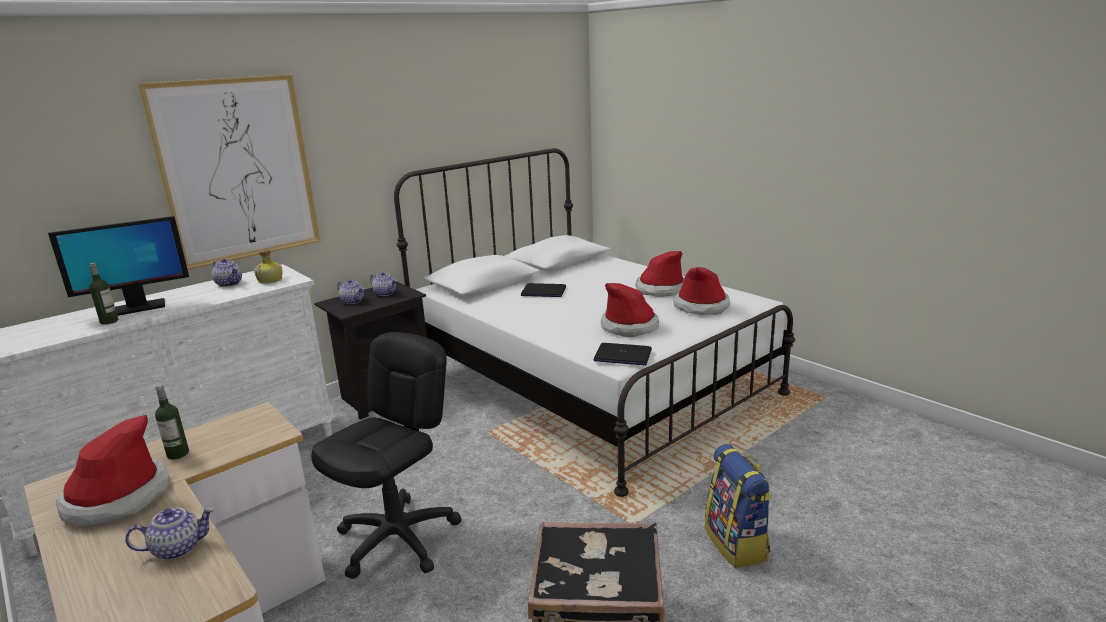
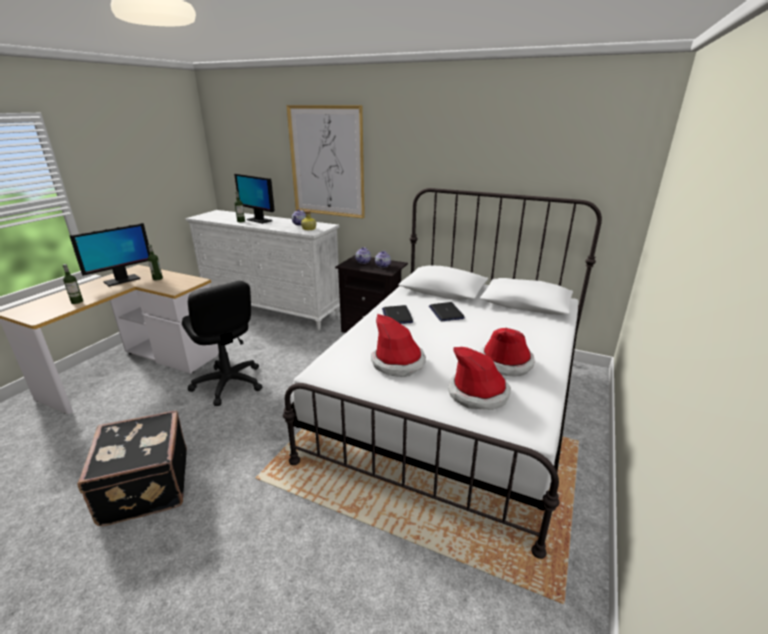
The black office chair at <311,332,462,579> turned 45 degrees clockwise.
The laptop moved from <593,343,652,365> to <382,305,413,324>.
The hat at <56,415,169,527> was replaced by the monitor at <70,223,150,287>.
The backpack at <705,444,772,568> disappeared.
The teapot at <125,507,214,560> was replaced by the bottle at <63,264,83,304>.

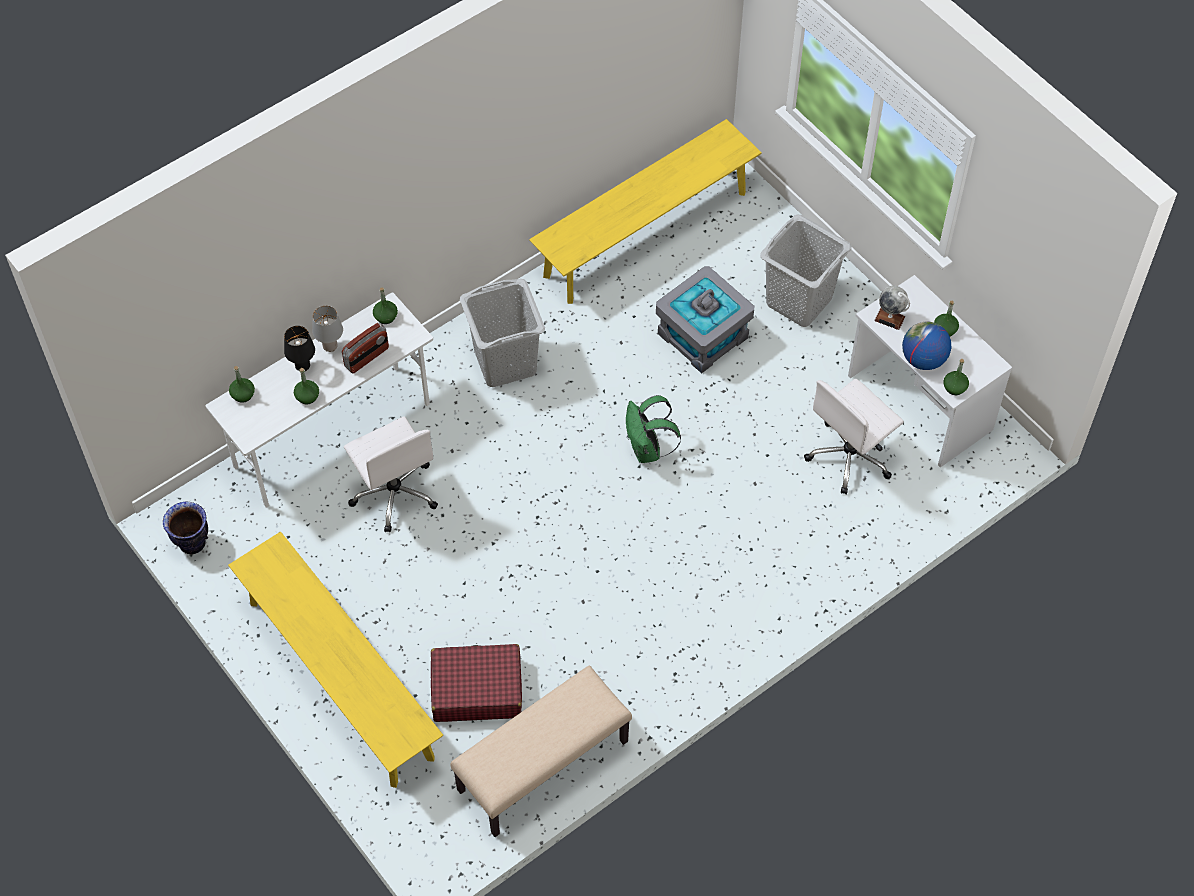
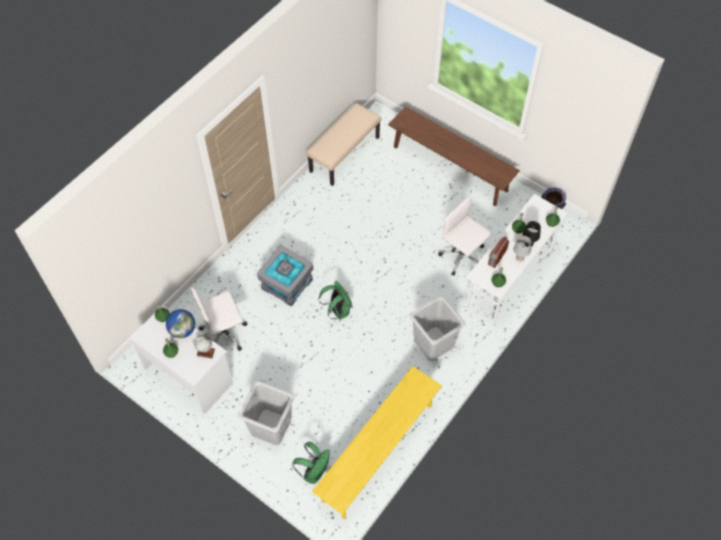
The grey storage box moved from <656,266,754,373> to <257,246,313,307>.
The white office chair at <804,379,904,494> turned 150 degrees counterclockwise.
The yellow bench at <228,532,443,788> became the brown bench at <388,106,520,206>.
The red suitcase at <431,644,522,722> disappeared.
The green backpack at <292,442,330,484> appeared.

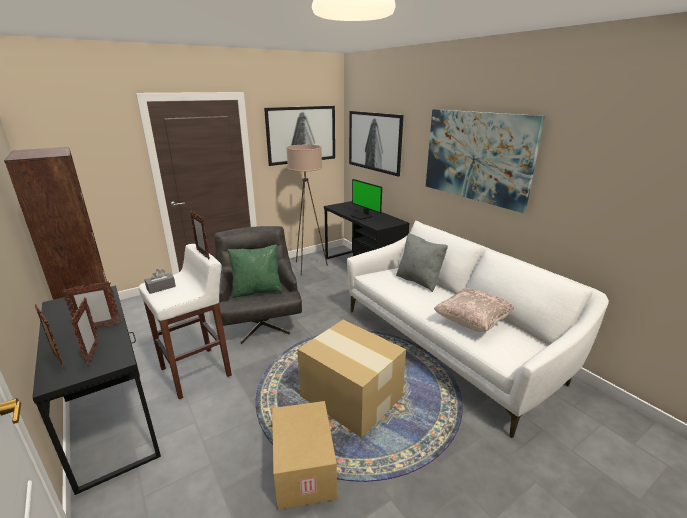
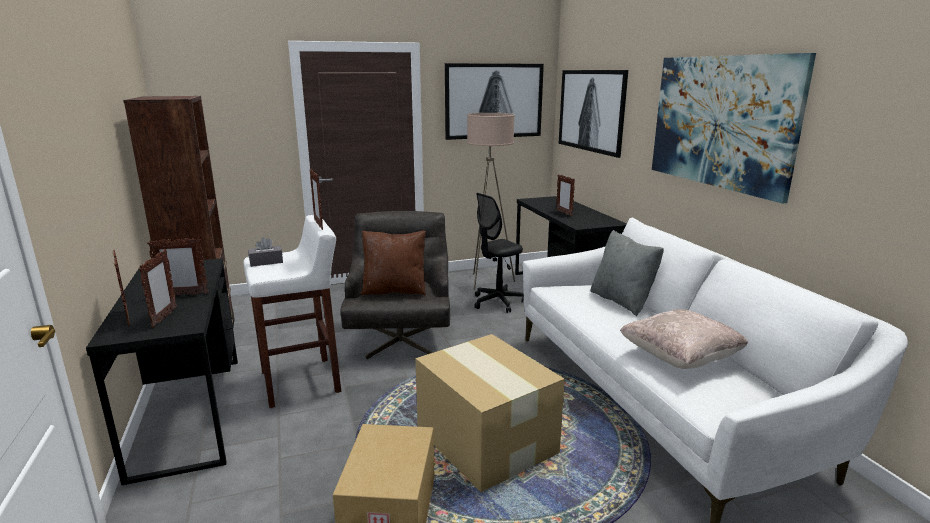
The monitor at <350,179,382,220> was replaced by the picture frame at <556,174,575,216>.
The green pillow at <228,245,282,298> became the brown pillow at <361,230,426,296>.
The black office chair at <474,193,524,313> appeared.

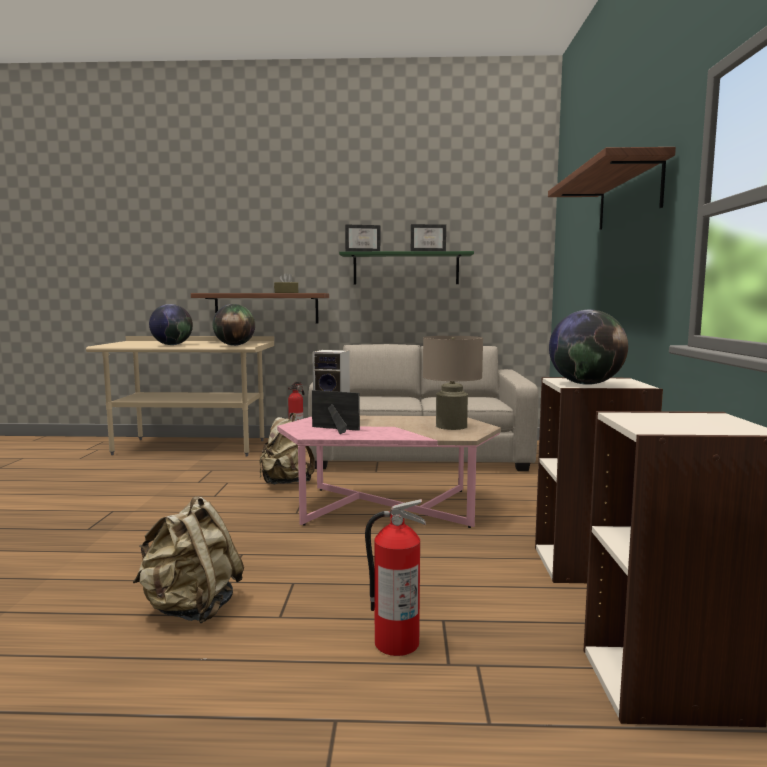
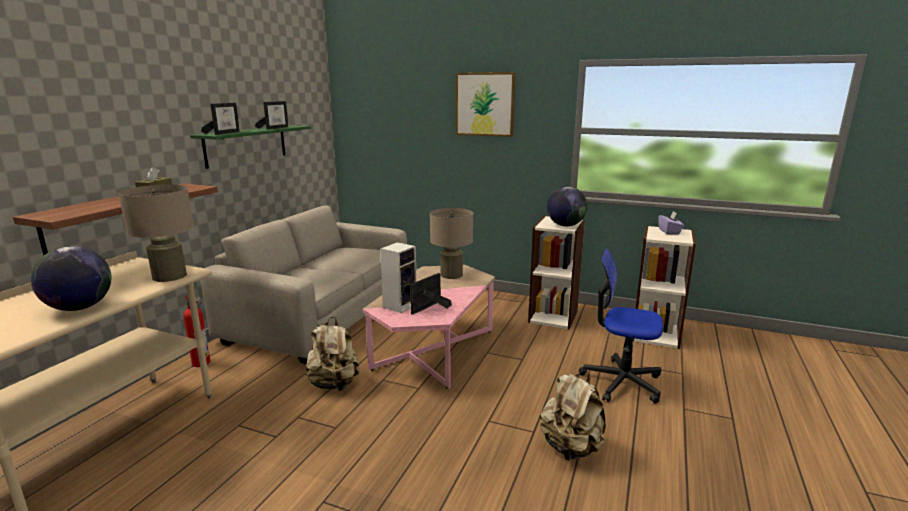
The shelf at <548,147,676,230> was replaced by the picture at <456,72,516,137>.
The globe at <213,304,255,346> was replaced by the beige table lamp at <118,185,194,282>.
The fire extinguisher at <365,499,426,656> was replaced by the office chair at <579,249,663,404>.
The purple tissue box at <658,211,684,234> appeared.

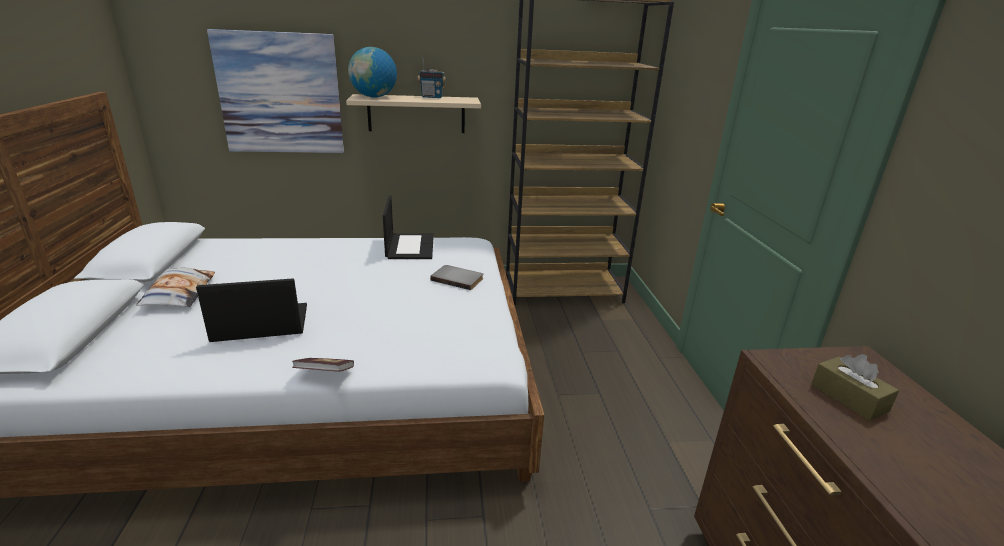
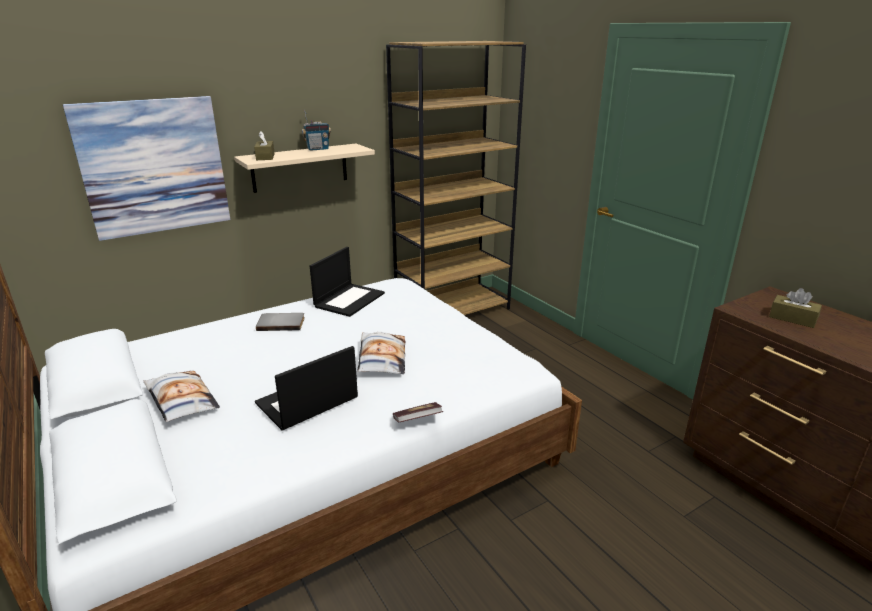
The globe at <348,47,397,97> was replaced by the brown tissue box at <254,131,275,160>.
The laptop at <383,195,434,259> turned 60 degrees clockwise.
The grey book moved from <430,265,483,290> to <256,313,305,331>.
The pillow at <357,332,406,374> appeared.

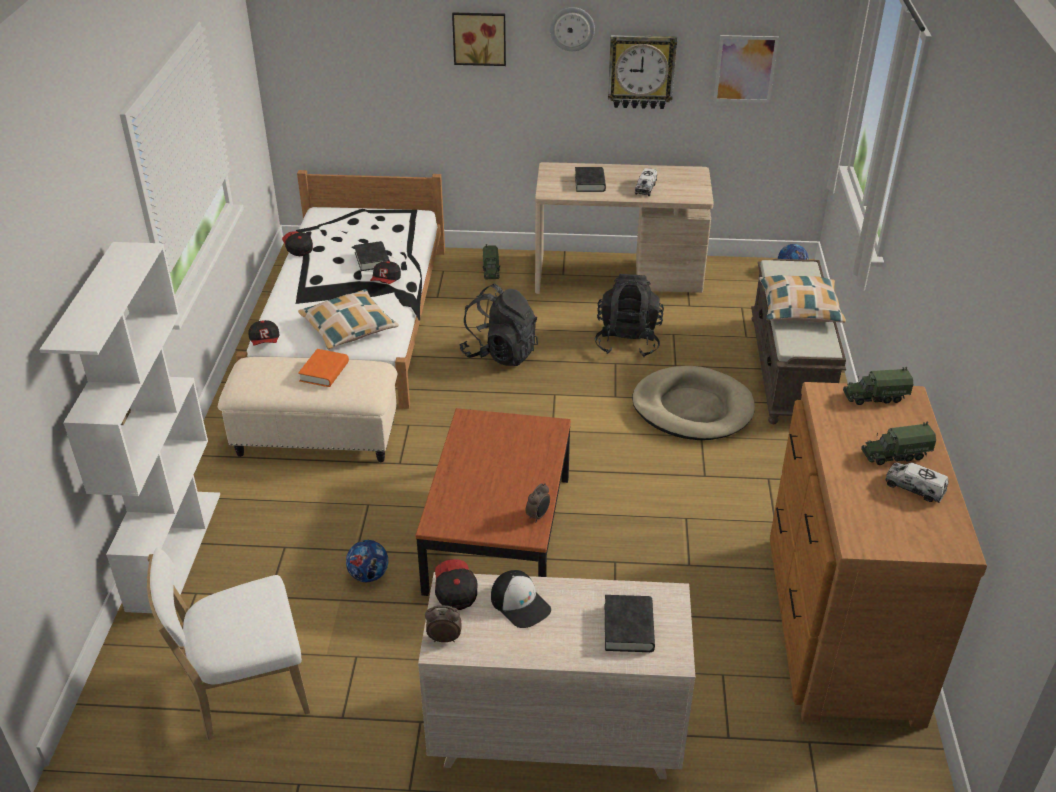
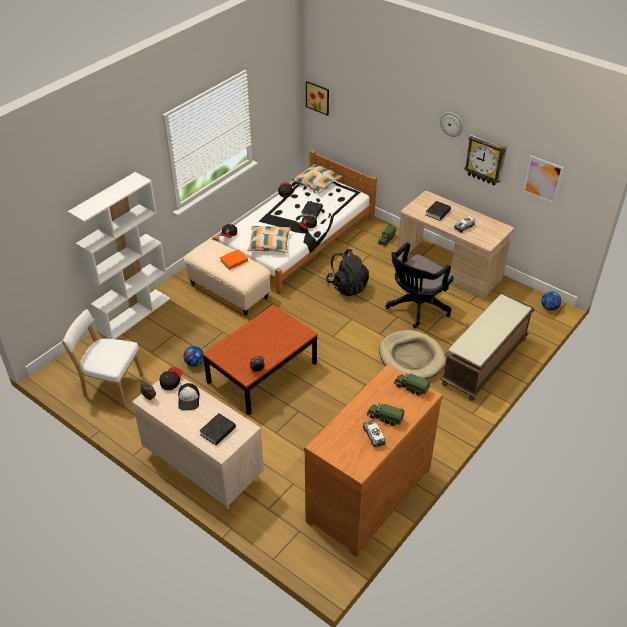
The picture moved from <452,13,506,66> to <306,81,329,116>.
The black backpack at <594,274,664,357> was replaced by the black office chair at <385,243,454,328>.
The pillow moved from <759,275,846,323> to <291,164,343,193>.

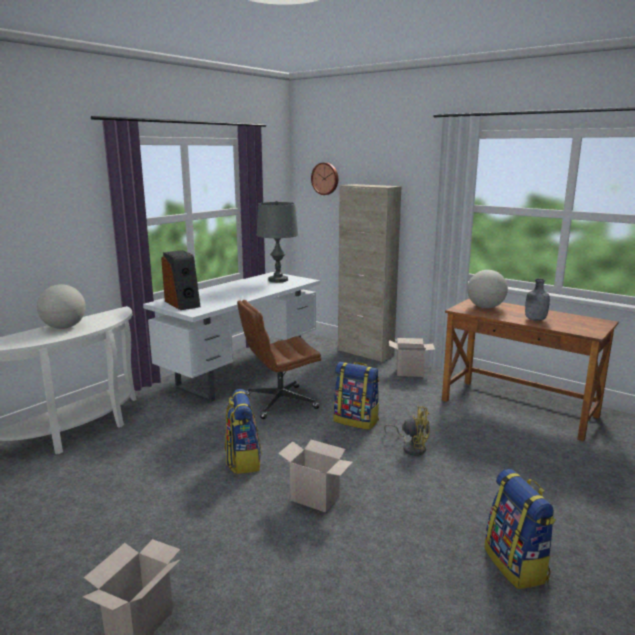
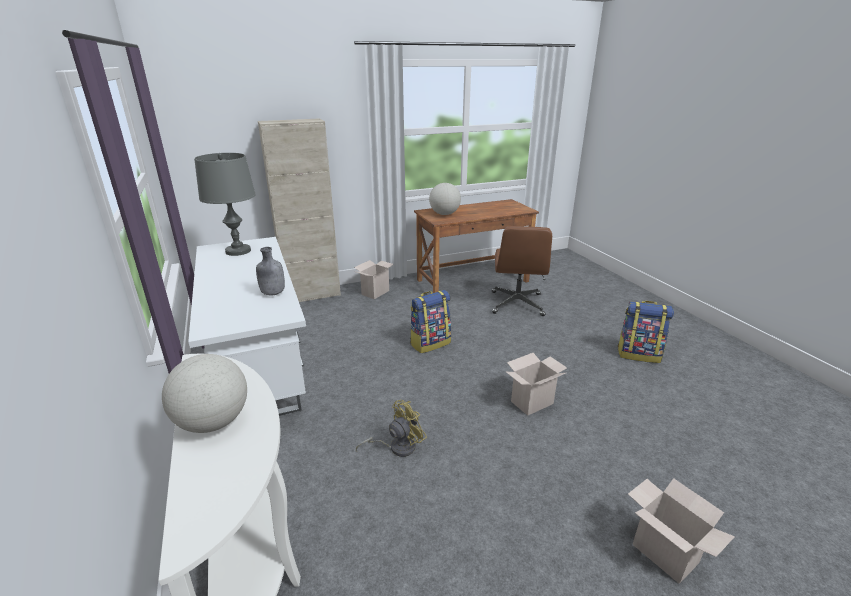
The wall clock at <311,163,338,195> disappeared.
The speaker at <161,250,201,310> disappeared.
The grey bottle moved from <525,279,550,321> to <256,247,285,295>.
The brown office chair moved from <237,300,321,419> to <492,226,552,316>.
The backpack at <225,389,262,474> disappeared.
The yellow fan moved from <384,406,430,456> to <356,400,427,457>.

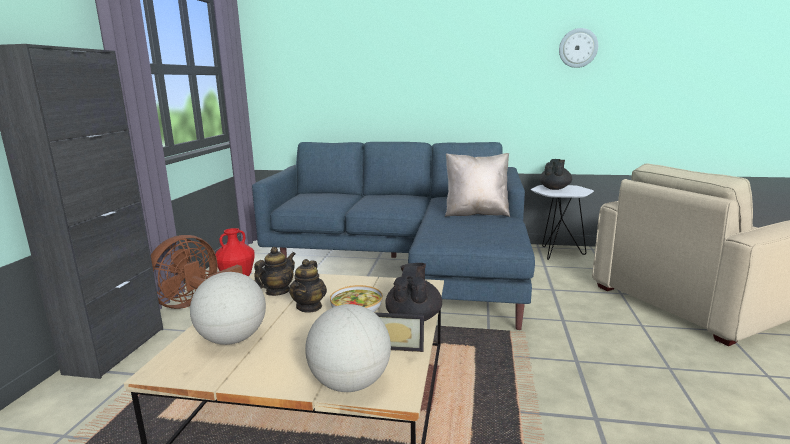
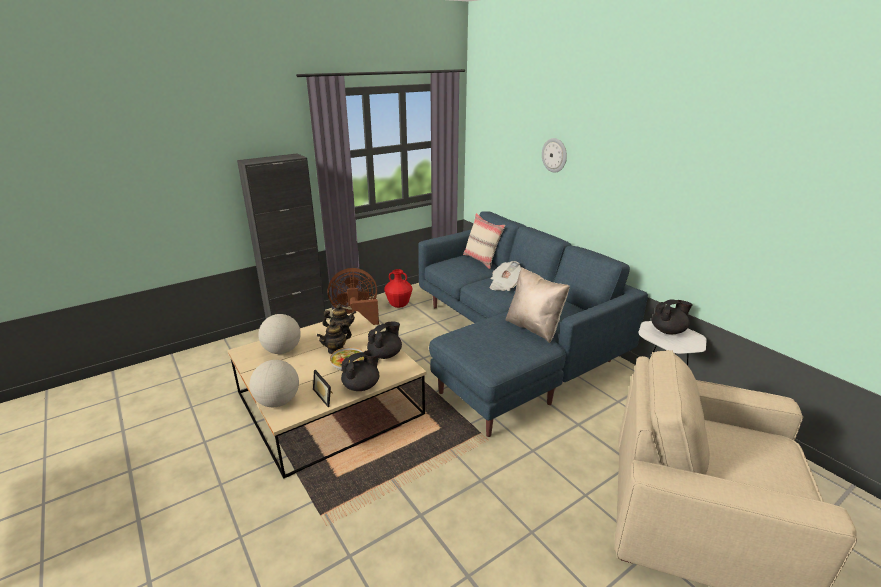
The wall clock moved from <559,28,598,68> to <542,138,567,173>.
The beige pillow at <463,213,505,269> appeared.
The newspaper at <490,261,521,291> appeared.
The black teapot at <367,322,402,359> appeared.

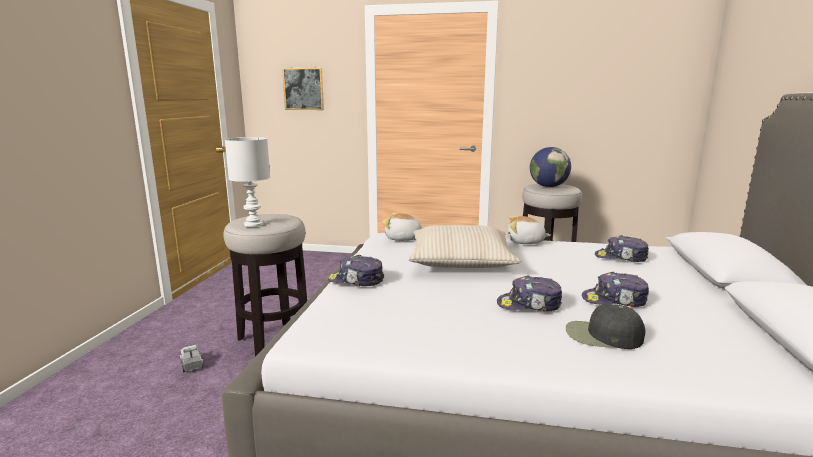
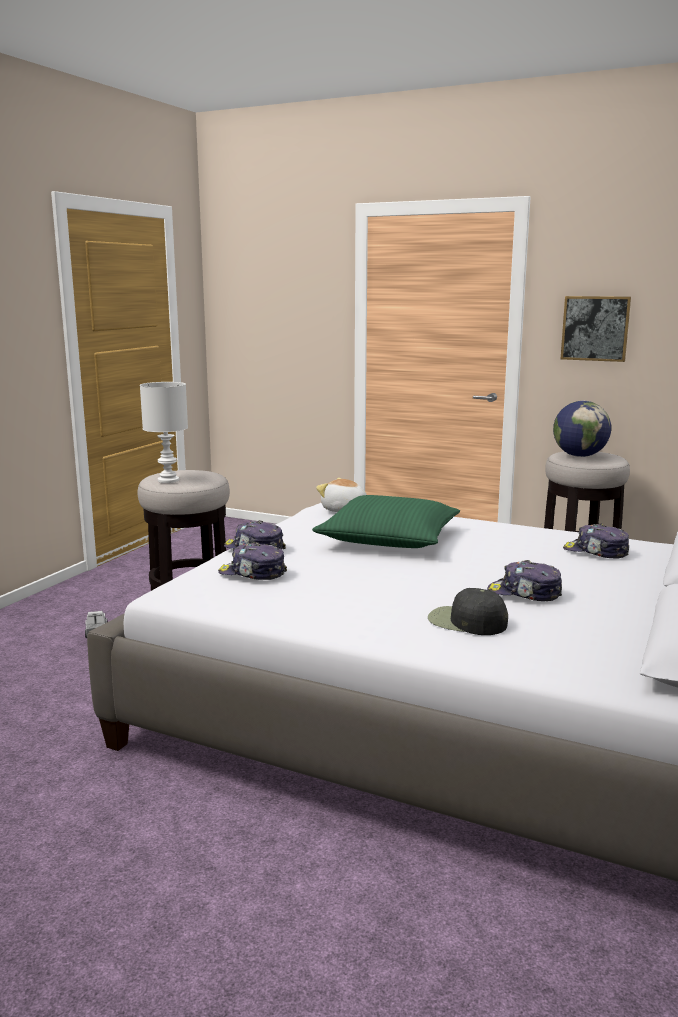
The picture moved from <282,68,324,110> to <561,296,631,362>.
The plush toy at <507,216,551,244> disappeared.
The beige pillow at <408,225,522,268> became the green pillow at <312,495,460,548>.
The cap moved from <497,275,562,311> to <218,542,287,580>.

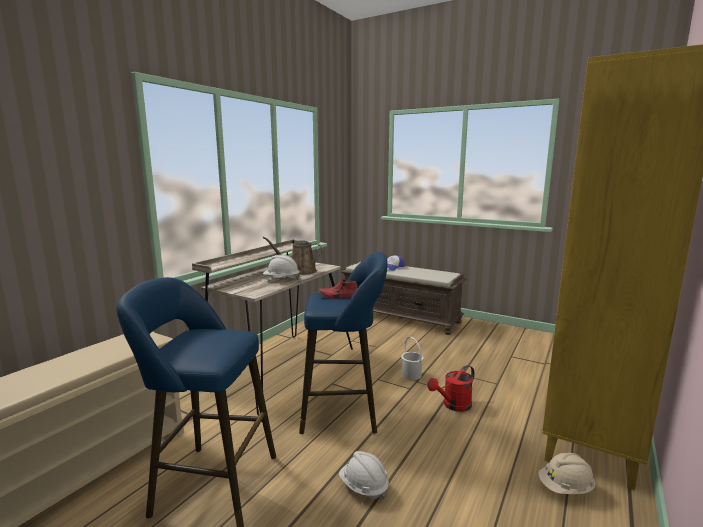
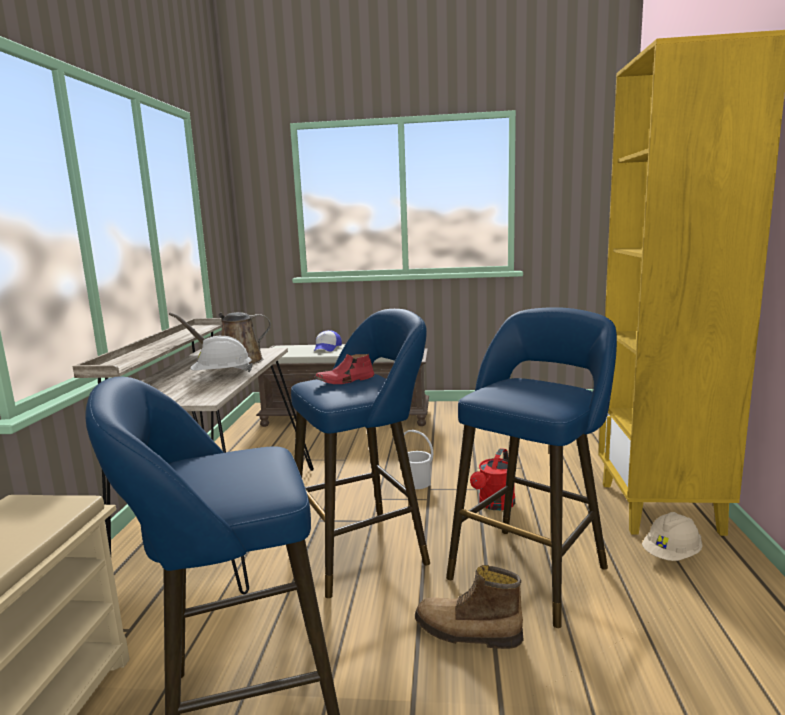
The white hard hat at <339,451,389,500> was replaced by the boot at <415,565,524,649>.
The blue stool at <446,307,617,628> appeared.

